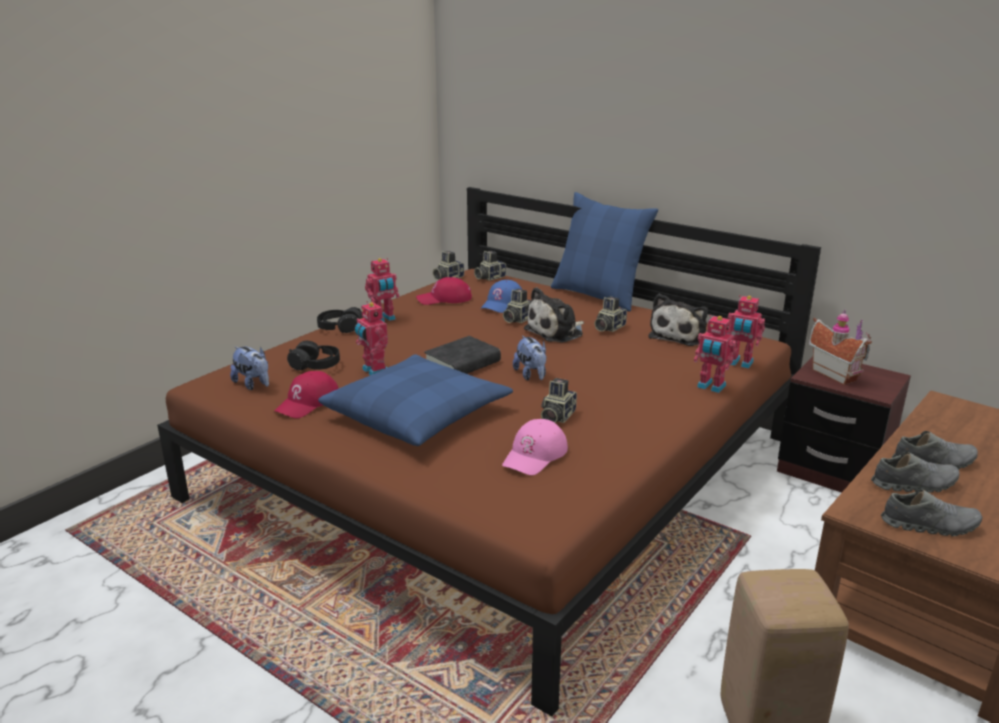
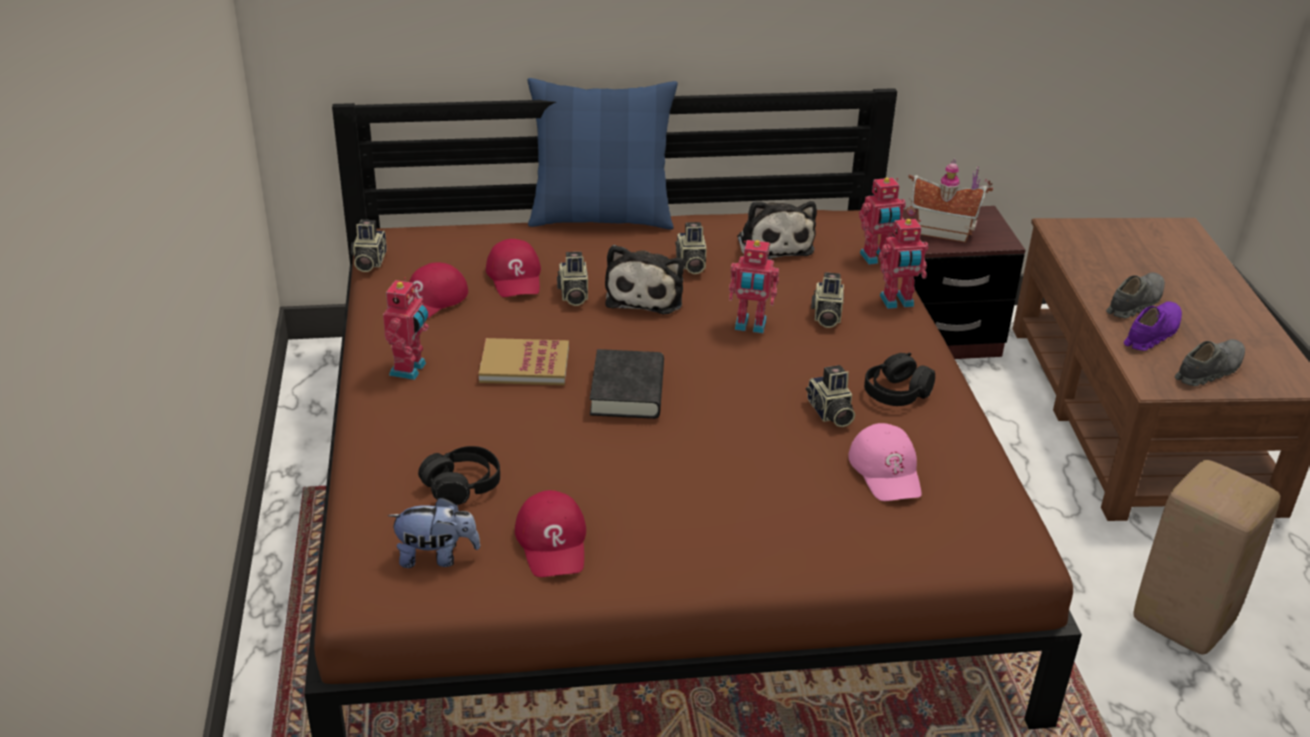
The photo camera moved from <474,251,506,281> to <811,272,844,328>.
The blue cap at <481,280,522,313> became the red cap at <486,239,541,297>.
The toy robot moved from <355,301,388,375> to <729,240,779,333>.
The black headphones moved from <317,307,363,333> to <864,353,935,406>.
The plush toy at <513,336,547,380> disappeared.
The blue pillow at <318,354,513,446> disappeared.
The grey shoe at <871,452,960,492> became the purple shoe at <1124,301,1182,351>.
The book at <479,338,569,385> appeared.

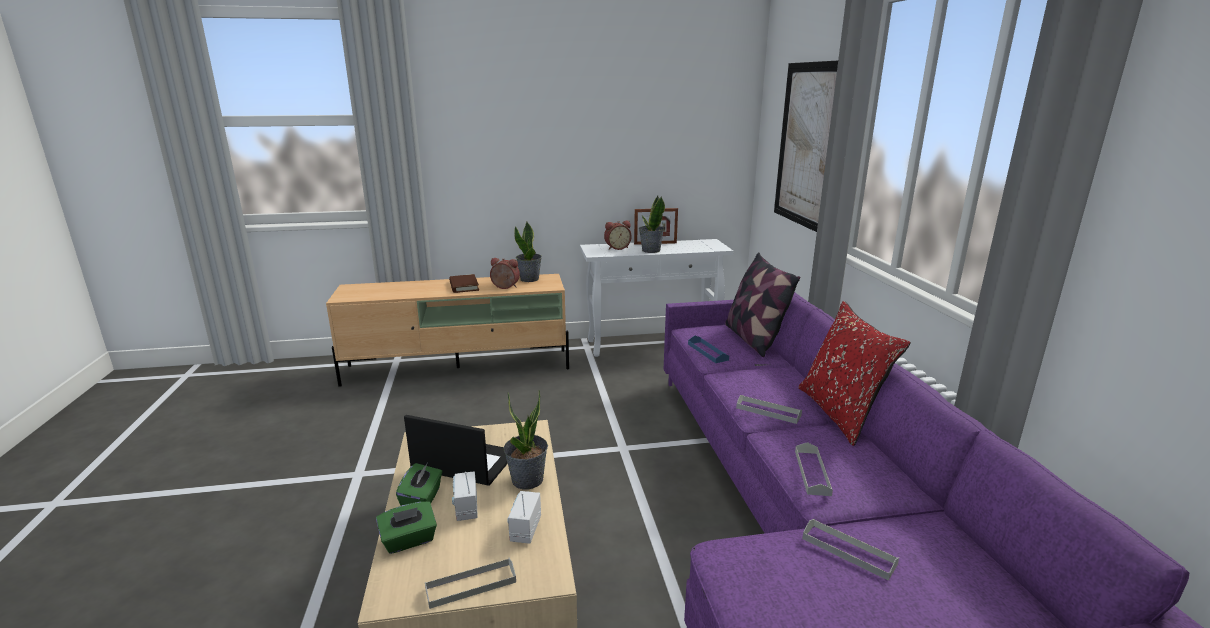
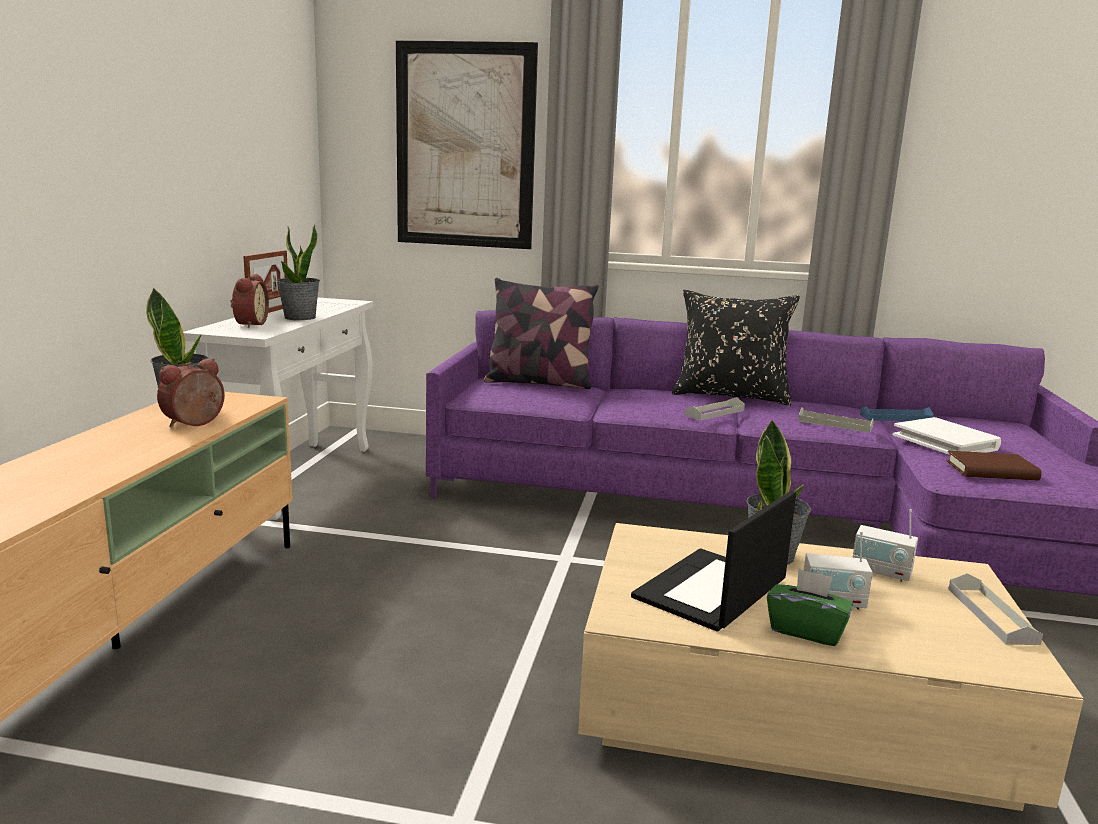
The brown book moved from <449,274,479,293> to <946,451,1042,480>.
The red pillow at <799,301,911,446> became the black pillow at <672,290,800,406>.
The blue tray moved from <688,336,729,363> to <860,406,934,421>.
The green tissue box at <376,501,437,554> disappeared.
The grey tray at <802,519,899,581> was replaced by the white book at <893,417,1001,455>.

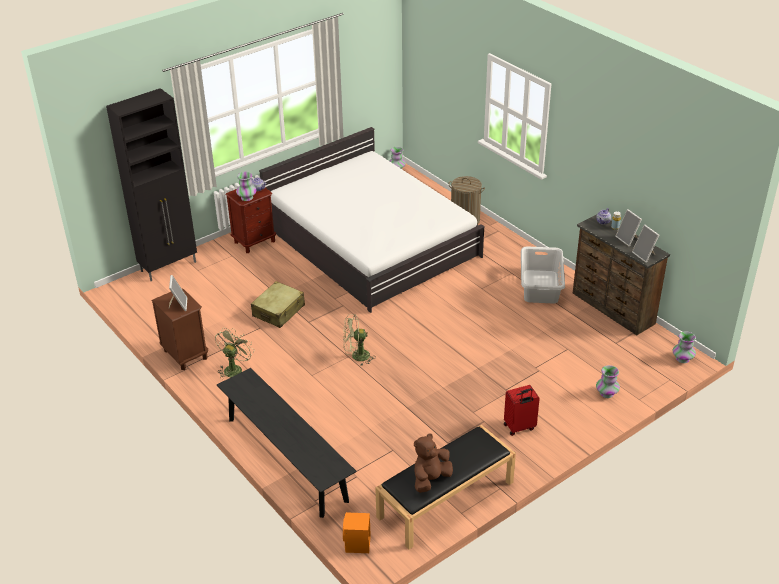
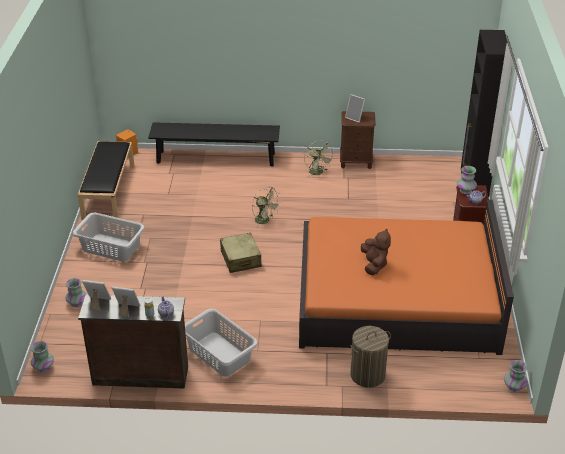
The white bed at <259,127,485,313> became the orange bed at <299,199,514,355>.
The beige suitcase moved from <251,281,305,328> to <220,233,262,273>.
The green fan at <343,314,376,366> turned 105 degrees clockwise.
The red suitcase at <504,385,540,436> was replaced by the grey laundry basket at <73,213,145,262>.
The brown plush toy moved from <414,433,453,493> to <361,228,391,275>.

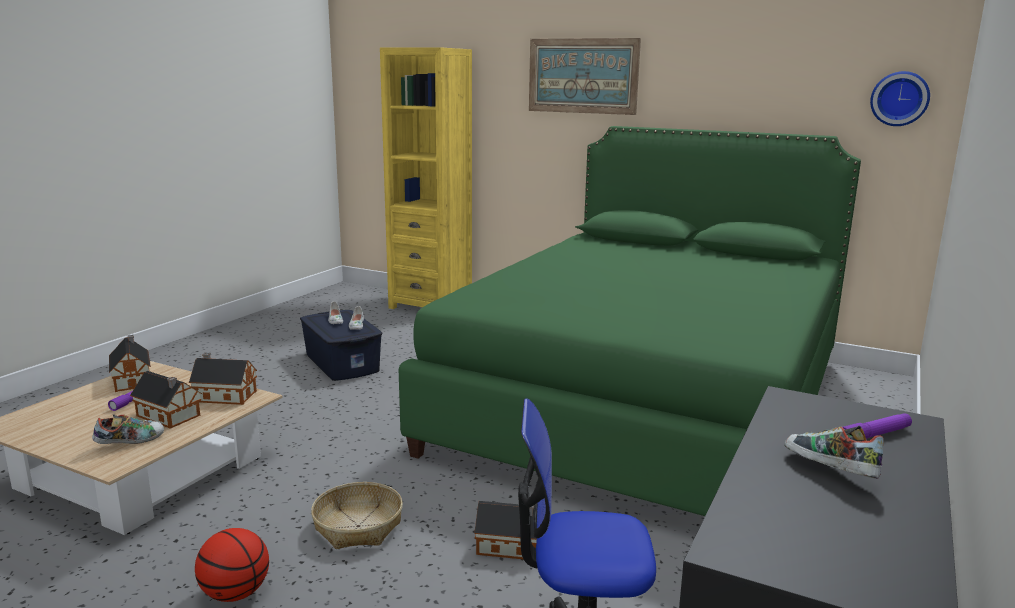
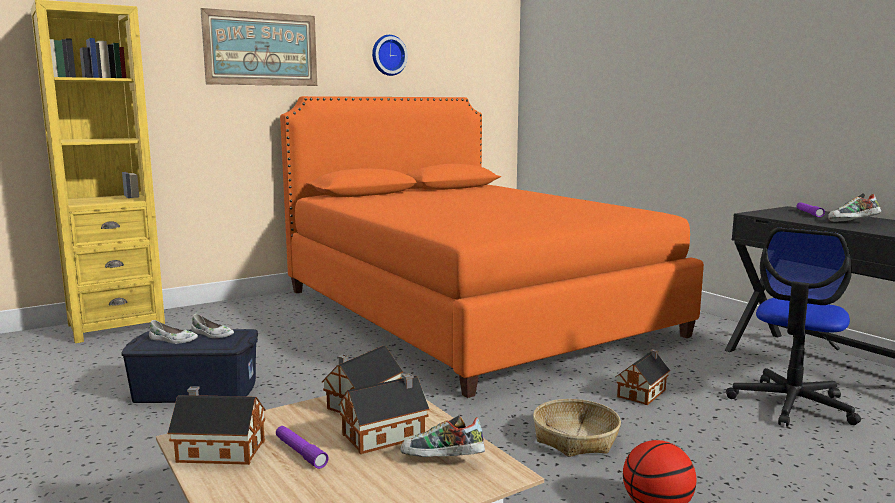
The wall clock moved from <870,71,930,126> to <372,35,408,76>.
The green bed at <399,126,861,516> became the orange bed at <280,96,704,398>.
The shoe at <92,414,164,444> turned 75 degrees counterclockwise.

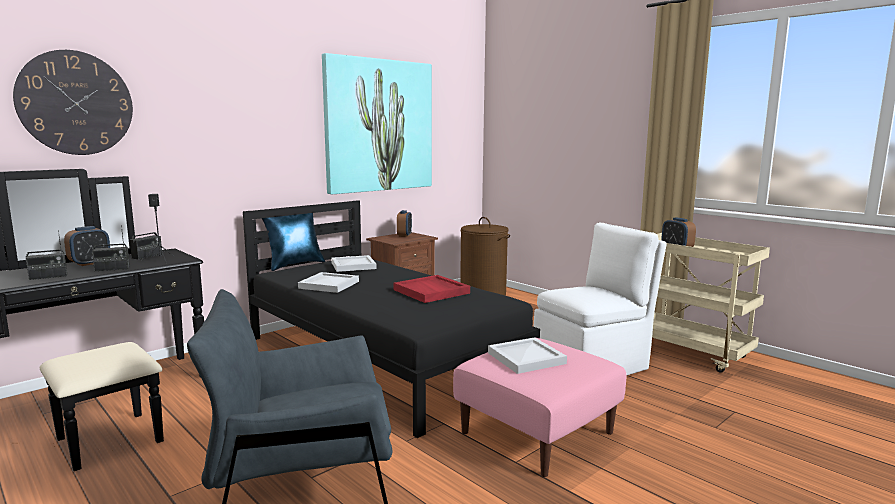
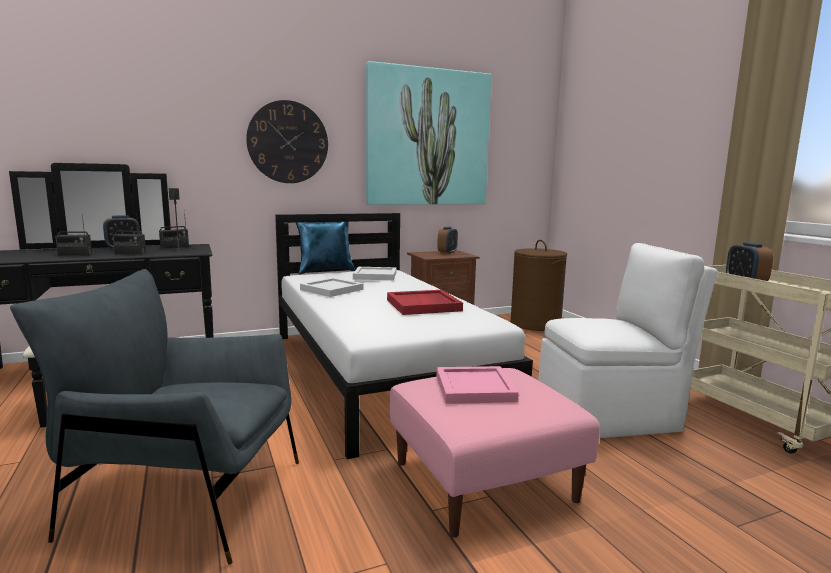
The wall clock moved from <13,50,133,155> to <246,100,328,183>.
The black bed at <243,200,540,438> became the white bed at <275,213,533,459>.
The white tray at <488,337,567,374> became the pink tray at <436,366,519,404>.

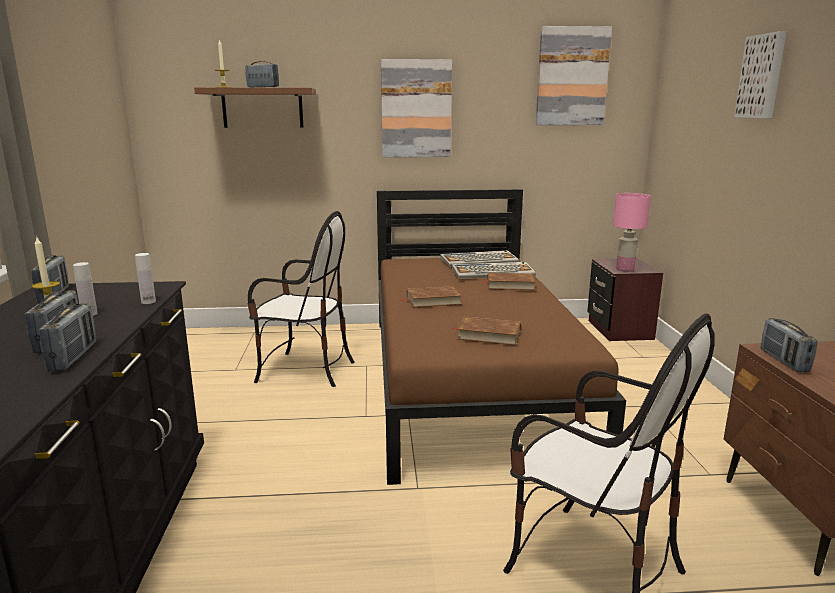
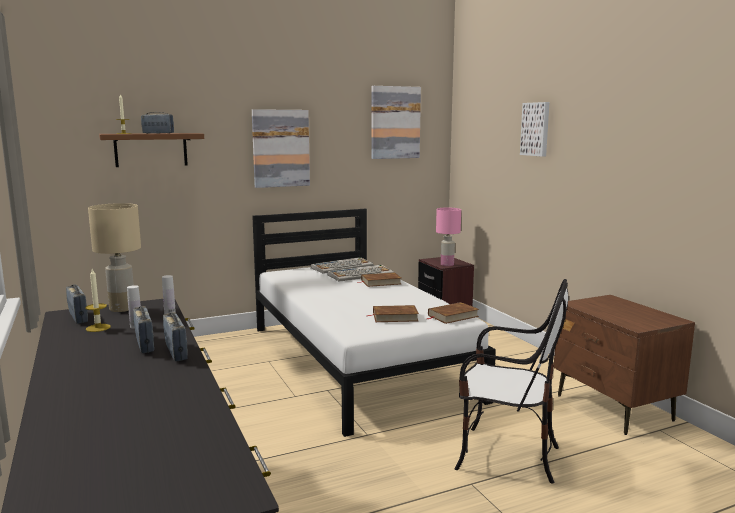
The brown bed at <377,189,626,485> became the white bed at <252,209,496,437>.
The chair at <248,211,355,387> disappeared.
The brown book moved from <400,286,462,308> to <427,302,479,324>.
The radio at <761,318,817,373> disappeared.
The beige table lamp at <88,203,141,312> appeared.

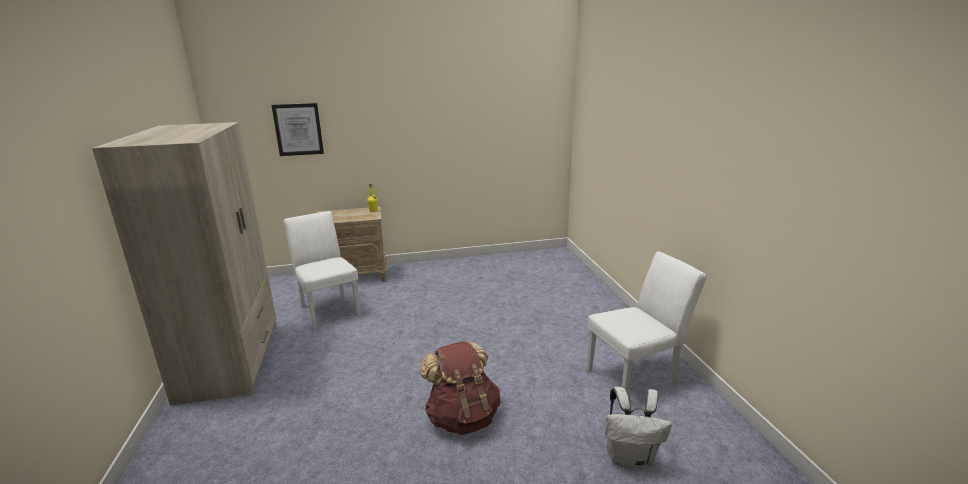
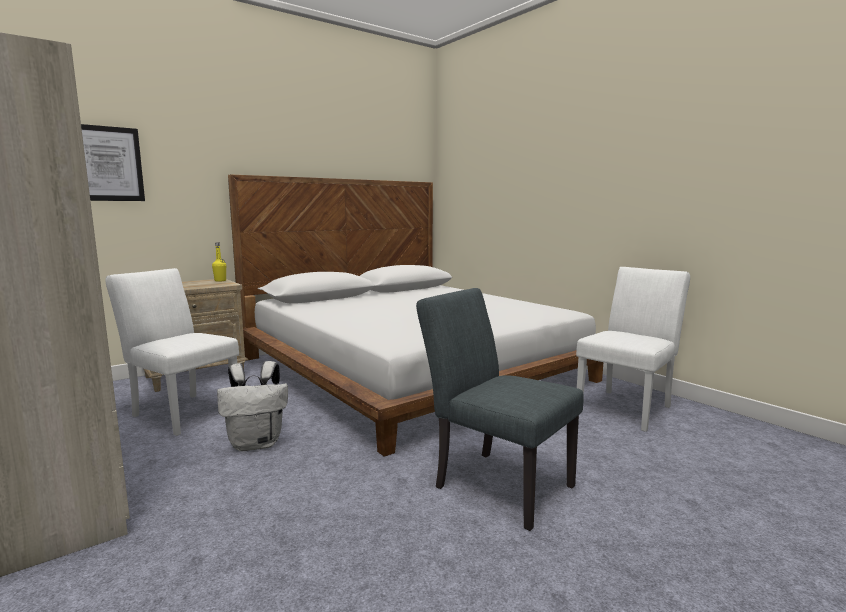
The brown backpack at <420,341,501,435> was replaced by the grey chair at <416,288,584,531>.
The white backpack moved from <605,387,672,469> to <217,361,288,451>.
The white bed at <228,174,603,457> appeared.

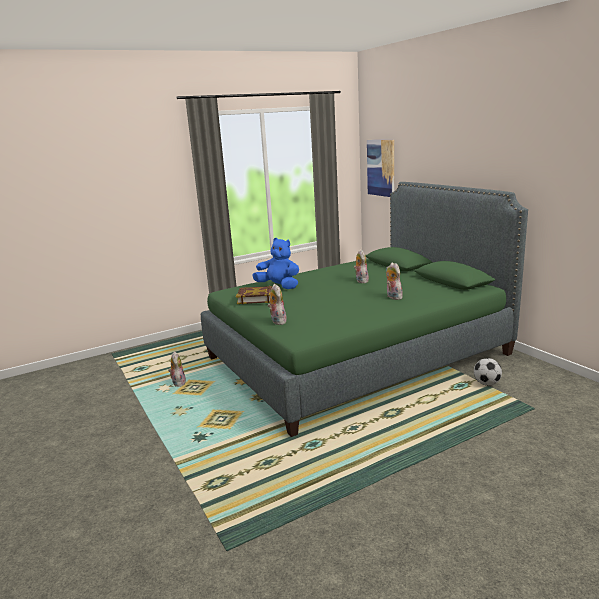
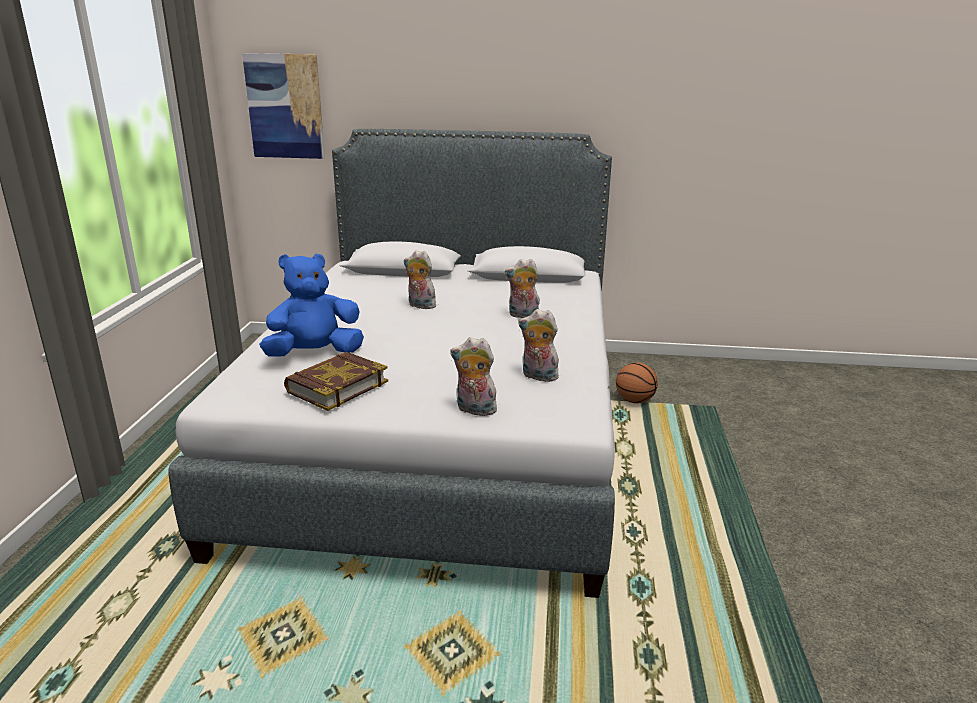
The green bed at <201,182,528,437> became the grey bed at <168,129,615,598>.
The plush toy moved from <168,352,186,387> to <519,309,559,382>.
The football at <474,358,502,386> was replaced by the basketball at <616,362,658,404>.

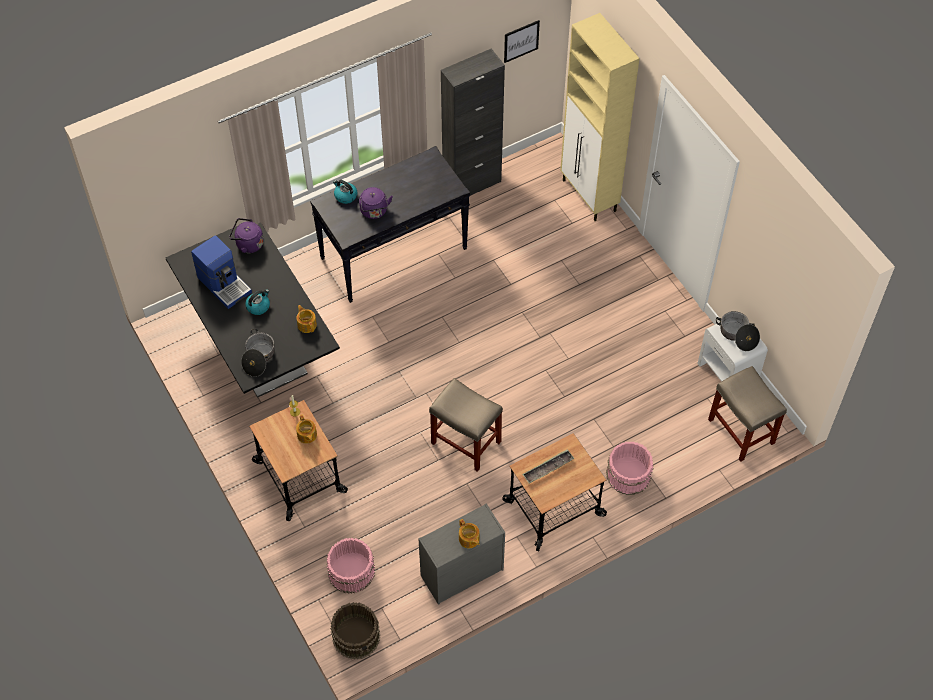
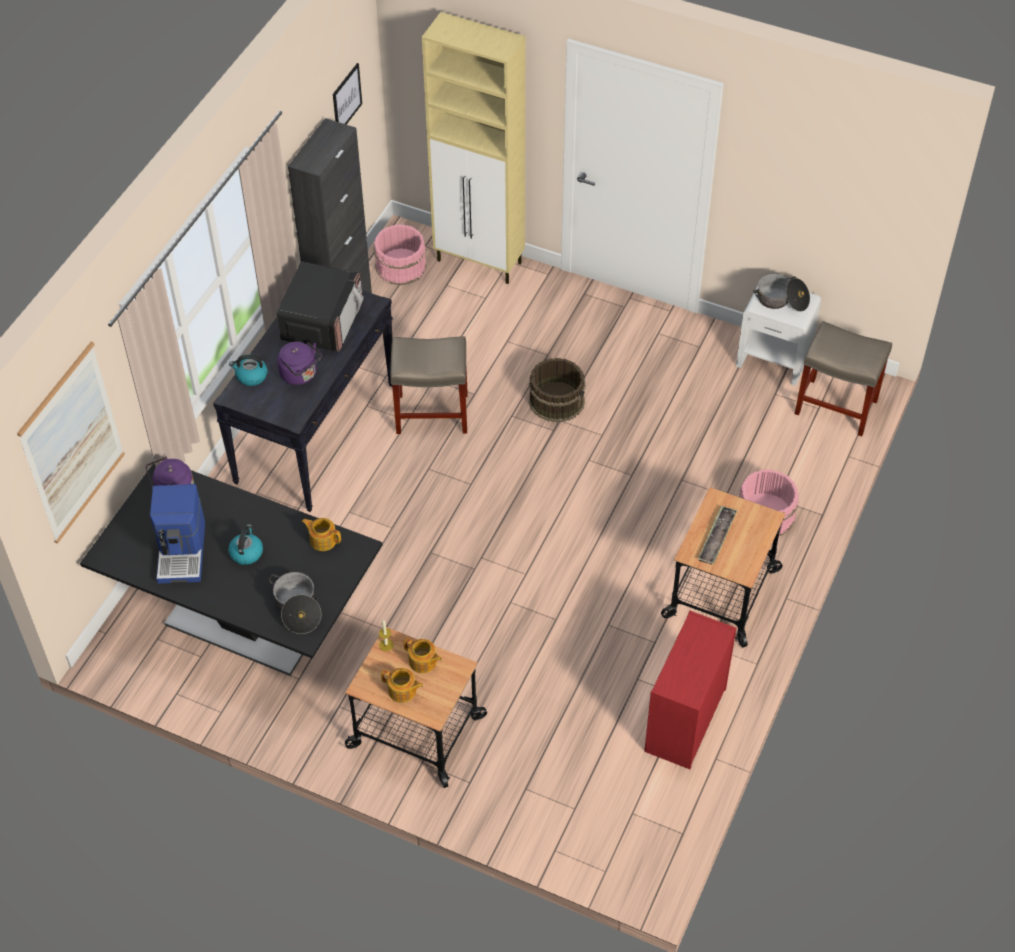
The coffee machine at <191,235,252,309> turned 75 degrees clockwise.
The beige stool moved from <429,378,503,472> to <390,336,468,434>.
The grey dresser at <418,504,505,605> became the red dresser at <644,611,736,769>.
The teapot moved from <459,519,480,548> to <381,668,423,703>.
The pink bucket moved from <326,538,375,593> to <373,224,427,285>.
The brown bucket moved from <330,602,380,659> to <529,358,586,422>.
The microwave at <277,262,364,352> appeared.
The picture at <17,342,125,544> appeared.

